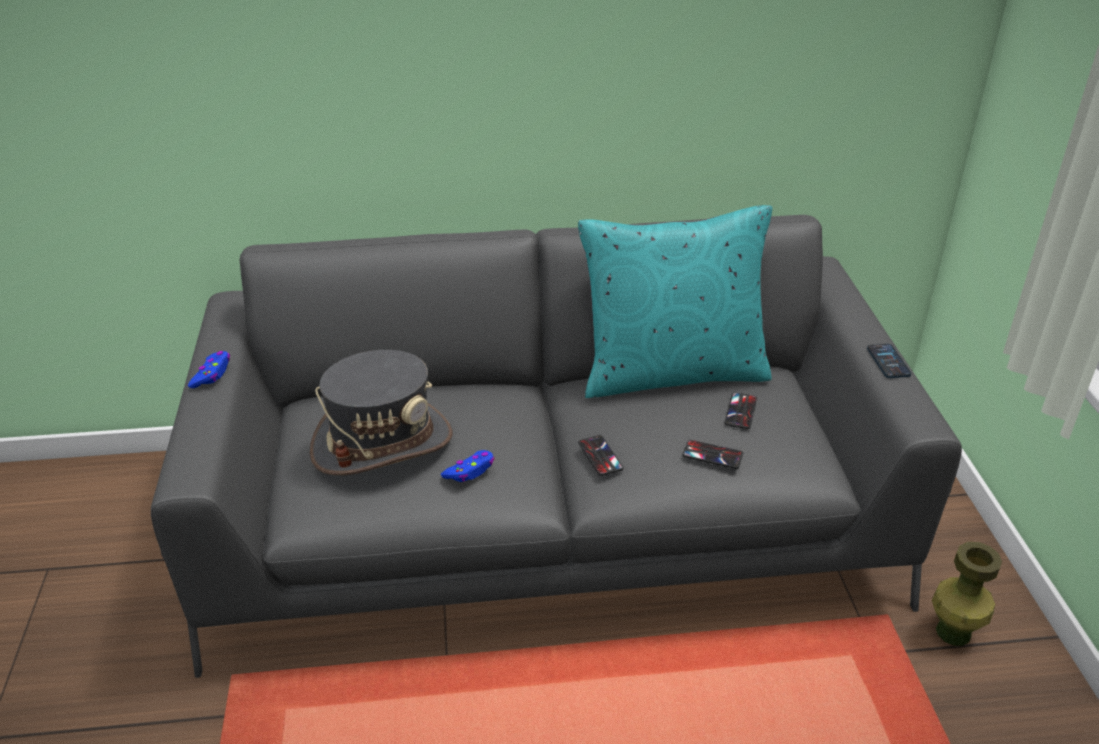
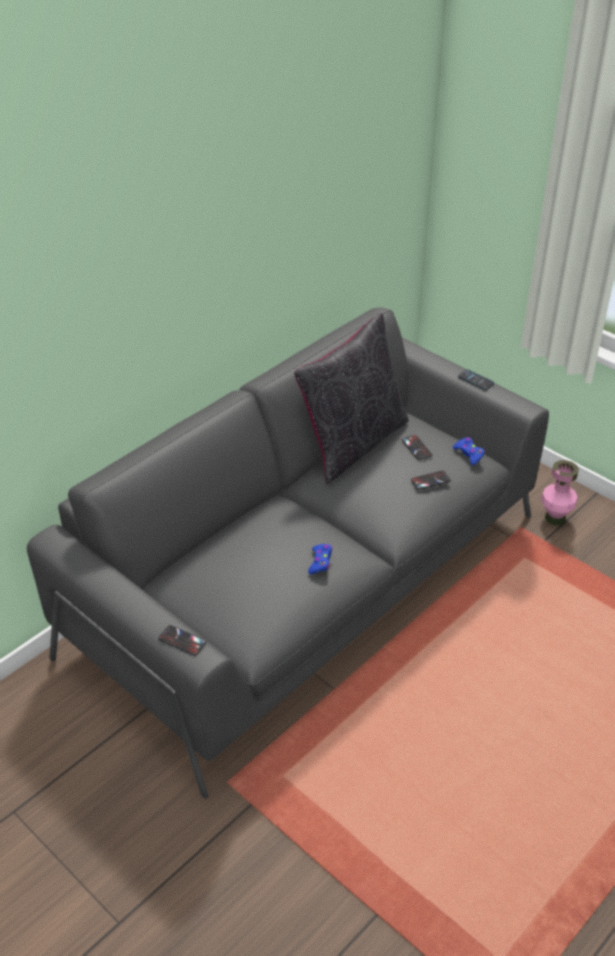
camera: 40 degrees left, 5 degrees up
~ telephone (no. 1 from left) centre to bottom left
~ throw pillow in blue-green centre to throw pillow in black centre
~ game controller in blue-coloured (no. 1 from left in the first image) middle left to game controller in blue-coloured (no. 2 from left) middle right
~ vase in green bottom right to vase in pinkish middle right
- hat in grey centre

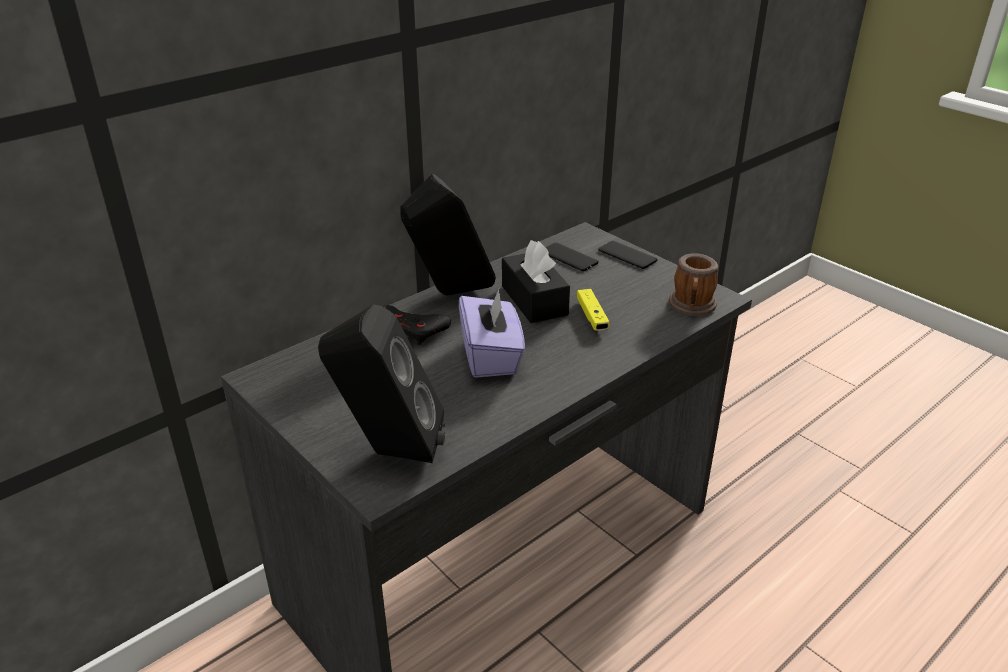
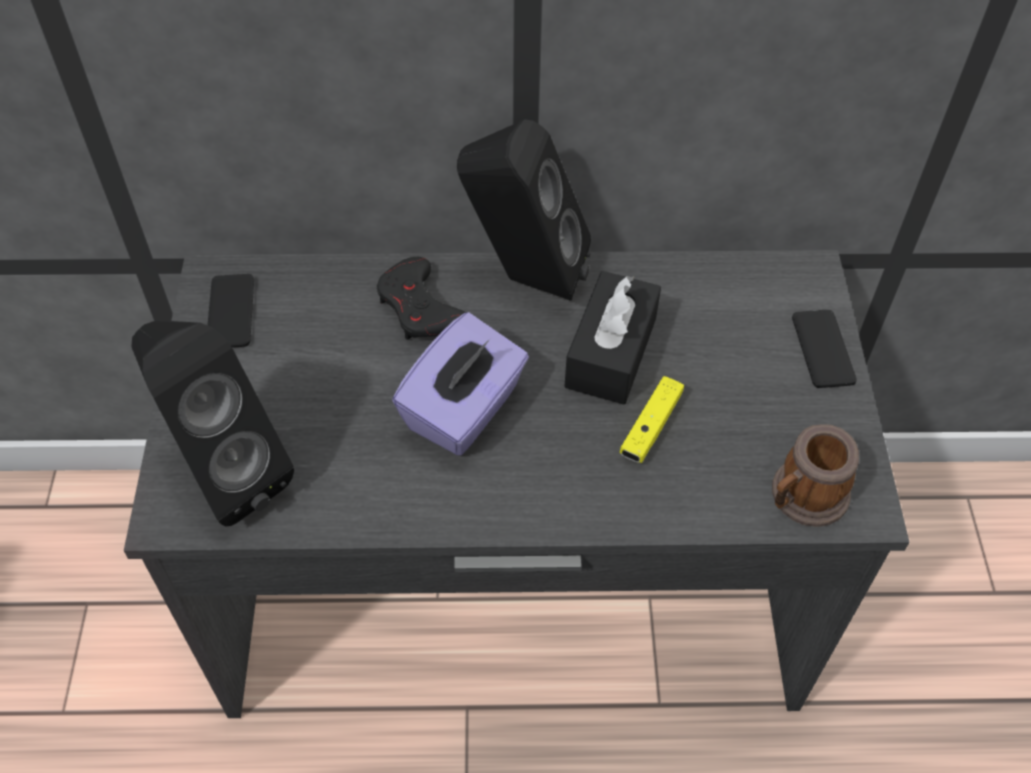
camera: 40 degrees right, 20 degrees up
~ telephone (no. 1 from left) centre to middle left

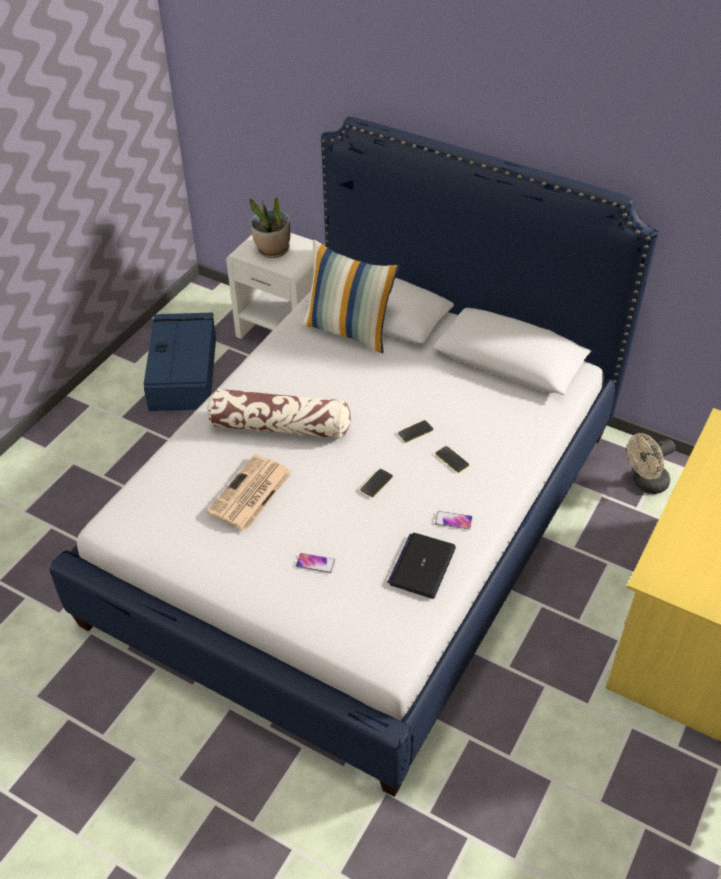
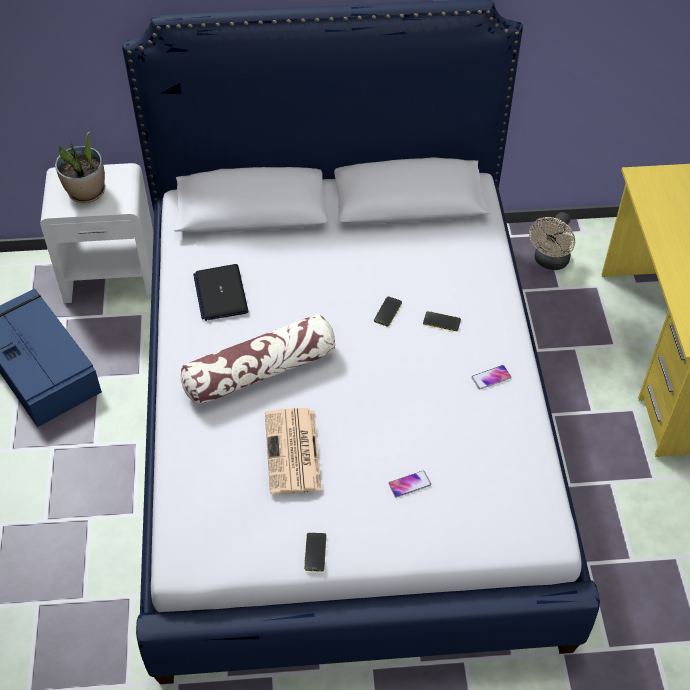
camera: 35 degrees left, 5 degrees up
~ portable computer centre to middle left
~ telephone (no. 2 from left in the first image) centre to telephone (no. 1 from left) bottom centre
- throw pillow (no. 2 from left) centre

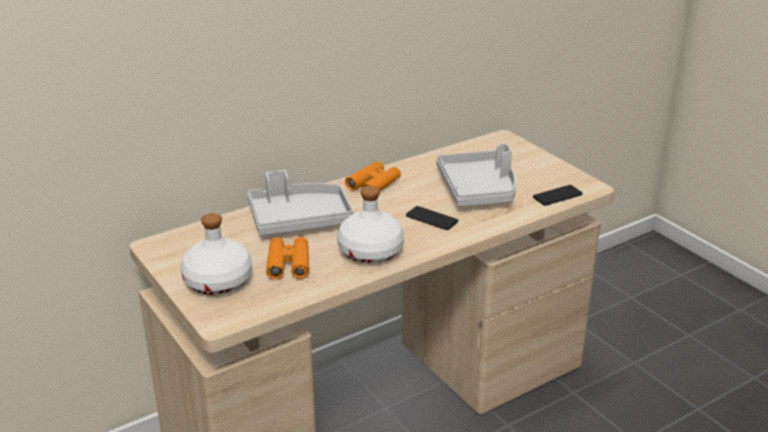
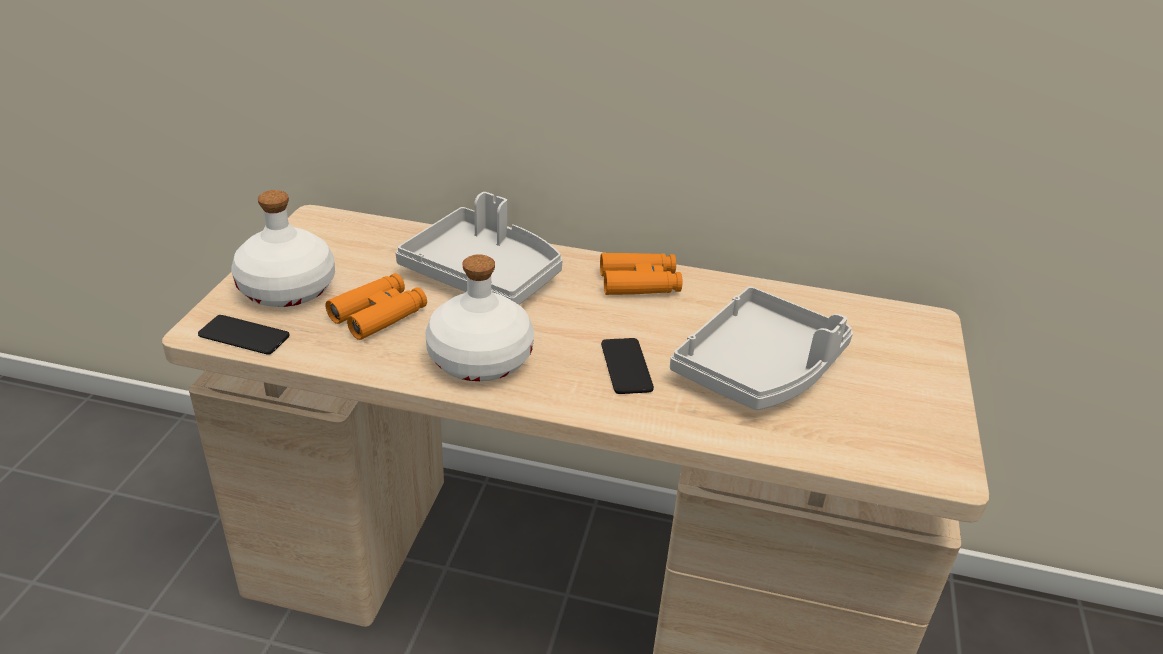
camera: 45 degrees right, 5 degrees up
~ telephone (no. 2 from left in the first image) middle right to telephone (no. 1 from left) middle left

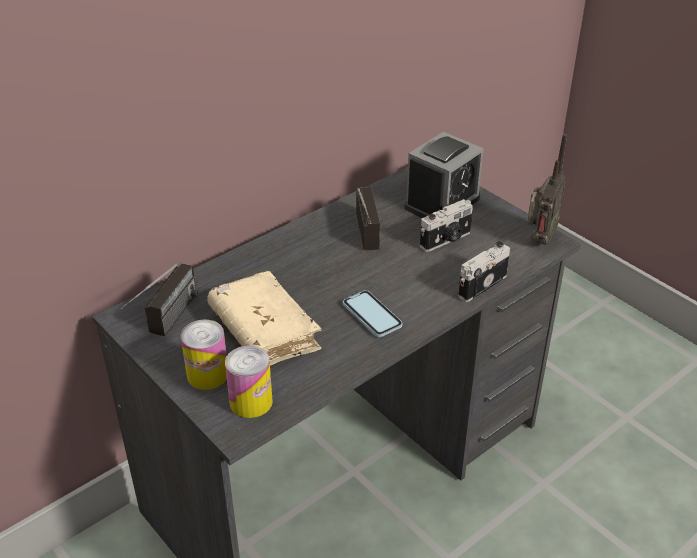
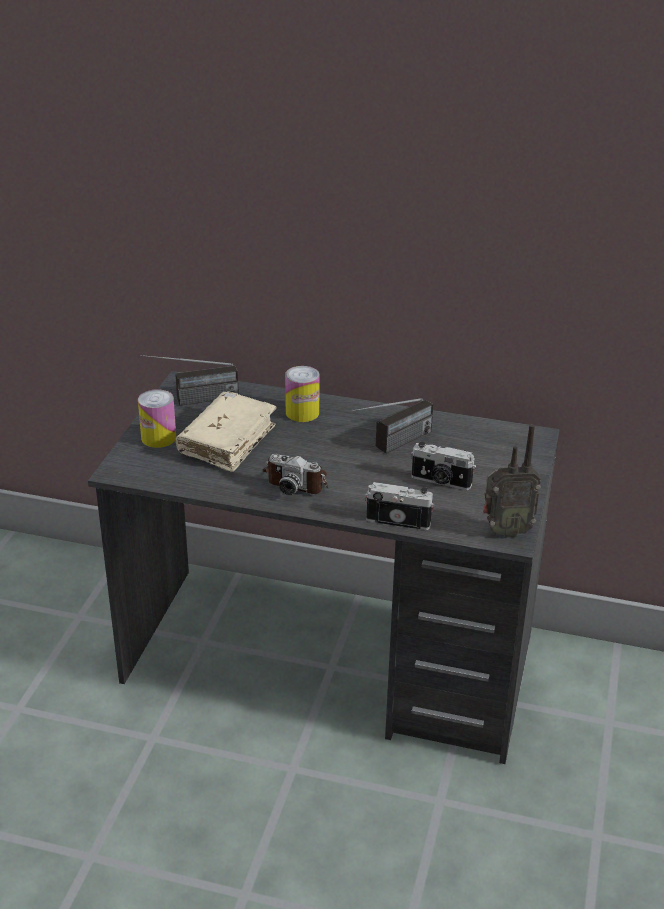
camera: 55 degrees right, 5 degrees down
~ telephone centre to photo camera (no. 1 from left) centre
~ can (no. 2 from left) bottom centre to centre
- table clock top centre

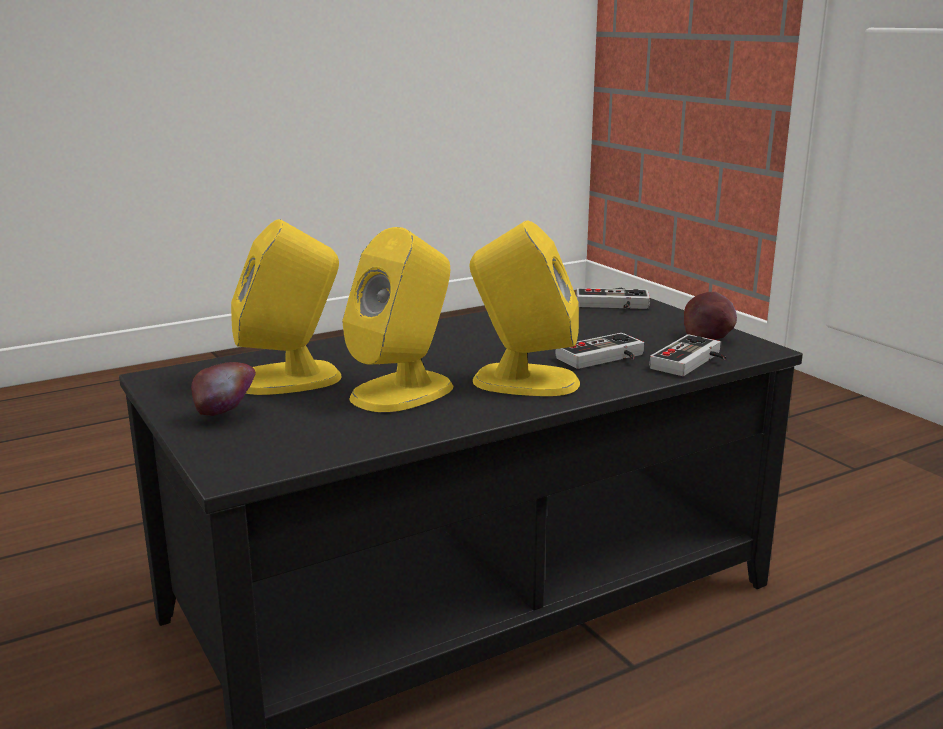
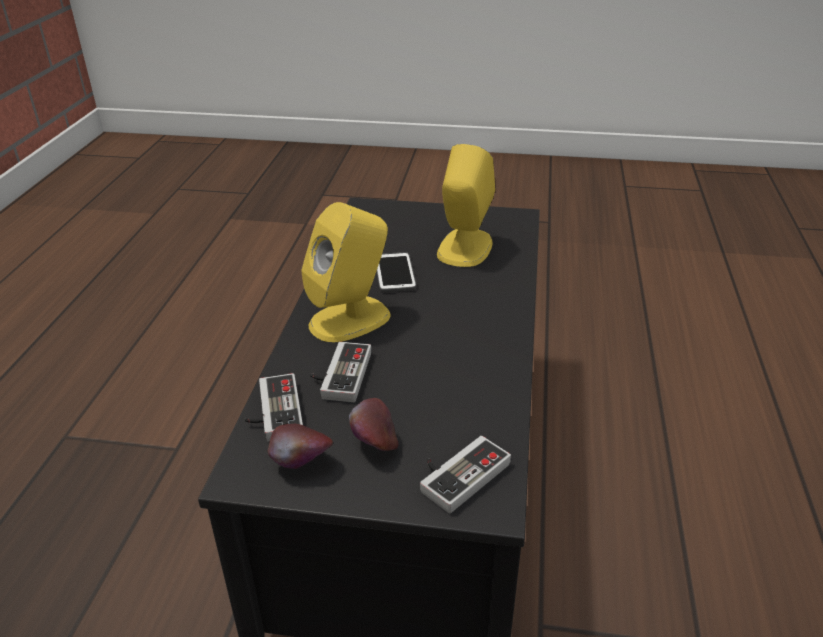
camera: 130 degrees right, 15 degrees up
~ apple (no. 1 from left in the first image) middle left to apple (no. 2 from left) centre
~ audio speaker in yellow-coloured (no. 2 from left) centre to telephone centre

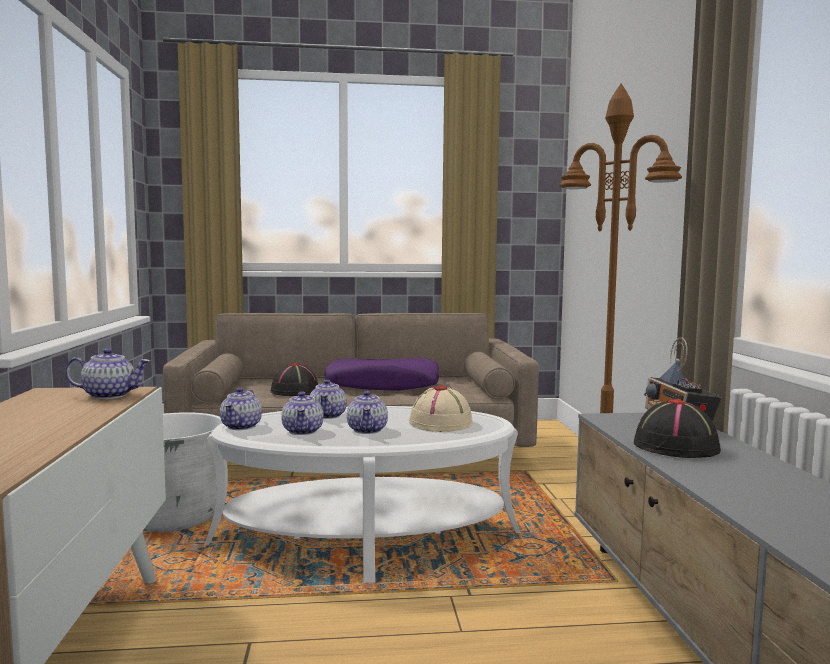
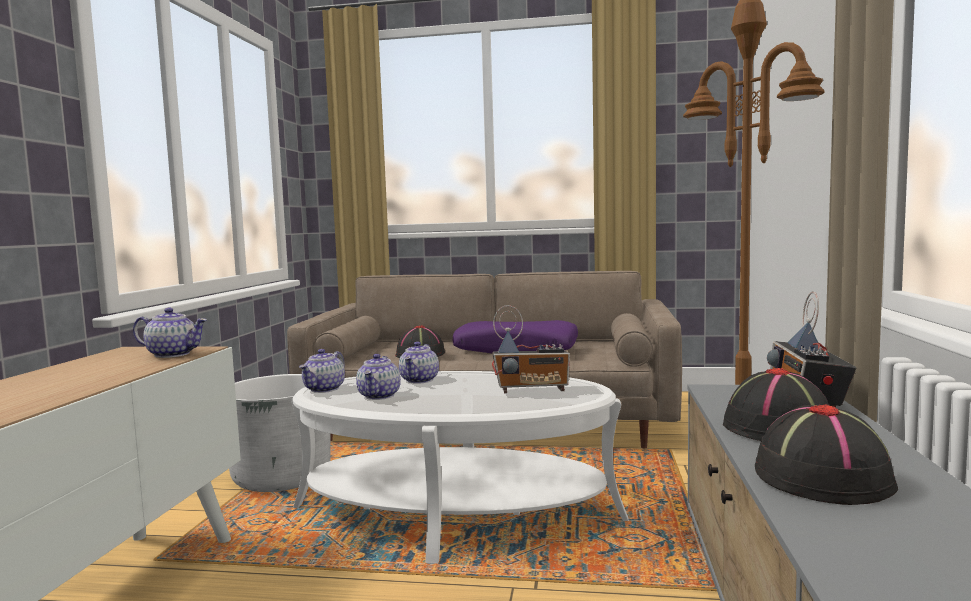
camera: 15 degrees right, 0 degrees up
~ hat in sand-coloured centre to radio set (no. 1 from left) centre
+ hat in black (no. 3 from left) bottom right
- tea pot (no. 5 from left) centre

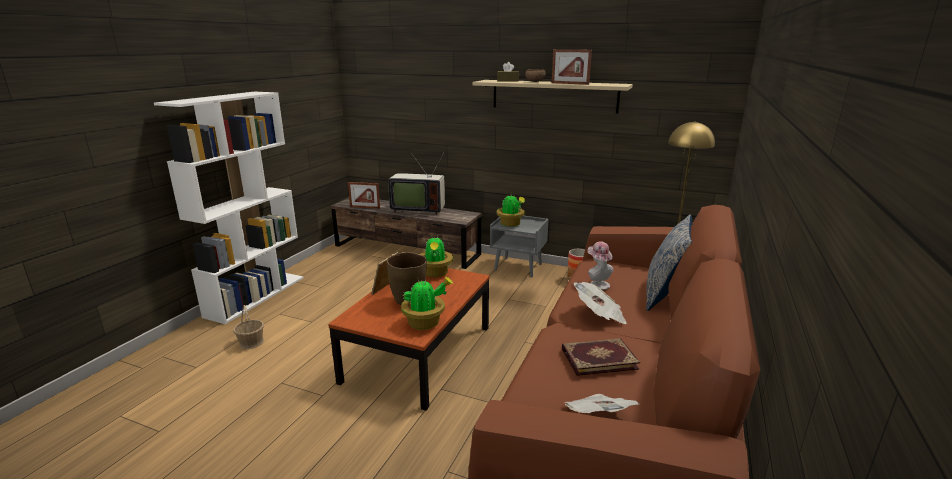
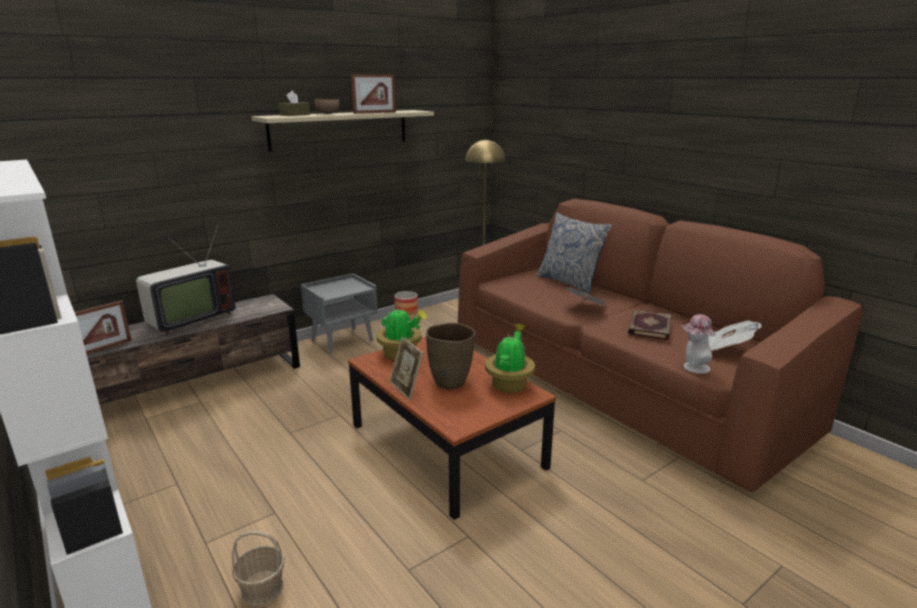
camera: 60 degrees left, 0 degrees up
~ hat centre to middle right
- plant in a pot (no. 3 from left) centre

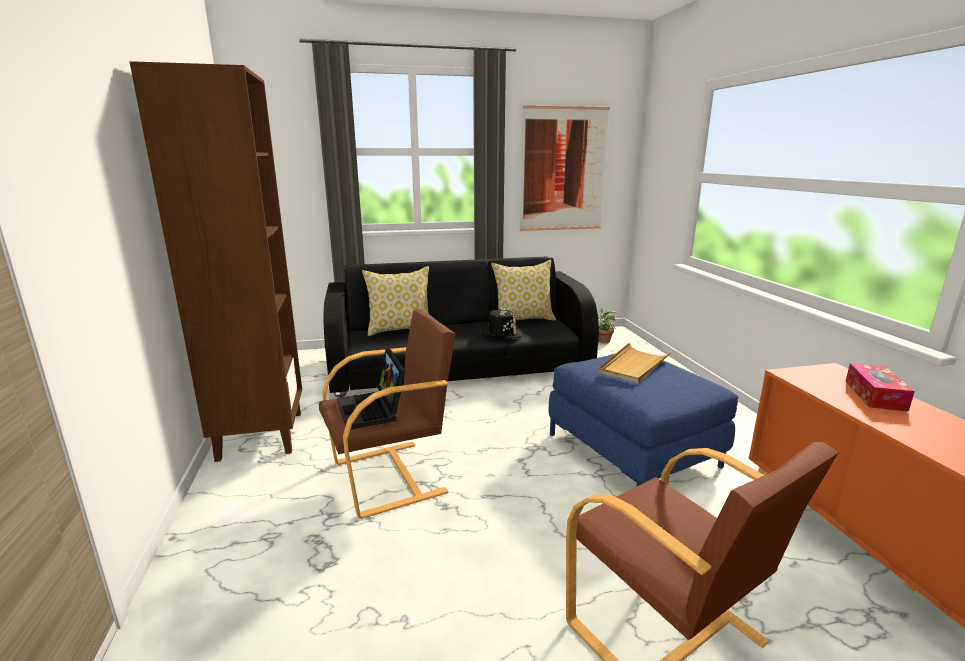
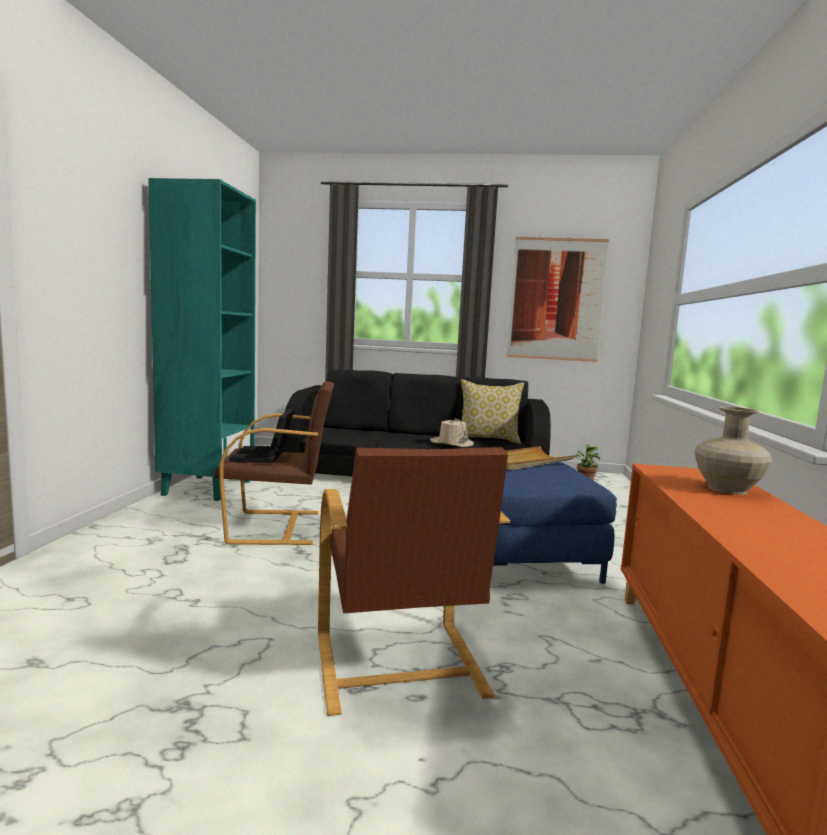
camera: 20 degrees right, 10 degrees down
~ bookshelf in brown middle left to bookshelf in blue-green middle left
~ hat in black centre to hat in sand-coloured centre
~ tissue holder middle right to vase in sand-coloured middle right
- throw pillow (no. 1 from left) centre

